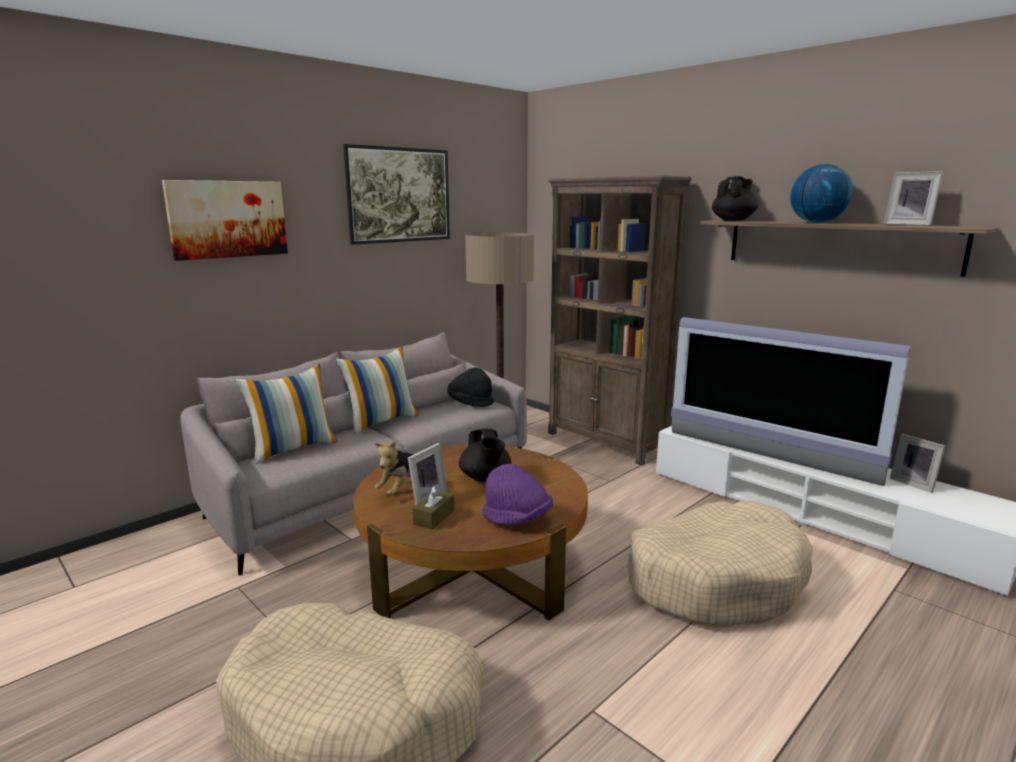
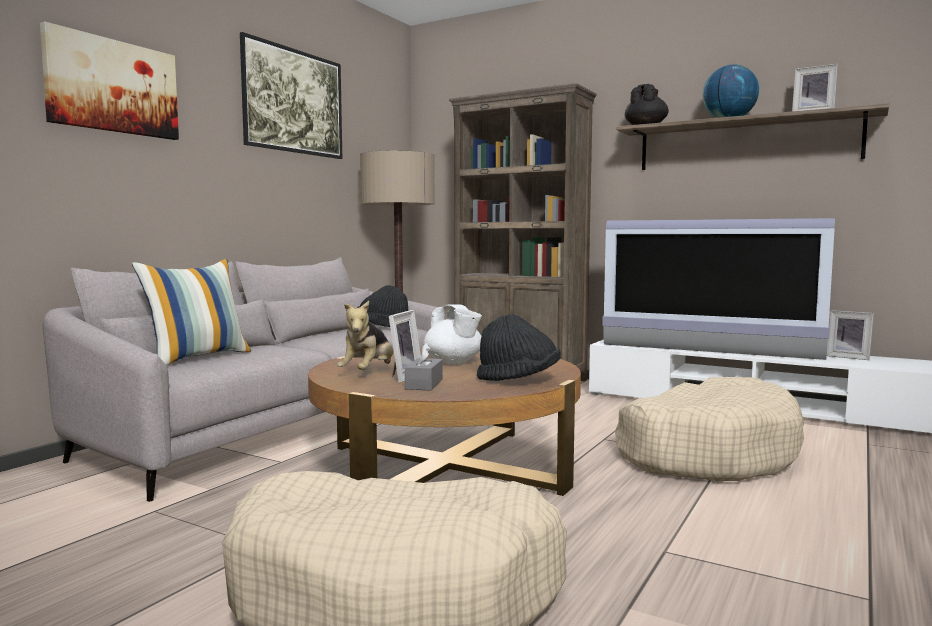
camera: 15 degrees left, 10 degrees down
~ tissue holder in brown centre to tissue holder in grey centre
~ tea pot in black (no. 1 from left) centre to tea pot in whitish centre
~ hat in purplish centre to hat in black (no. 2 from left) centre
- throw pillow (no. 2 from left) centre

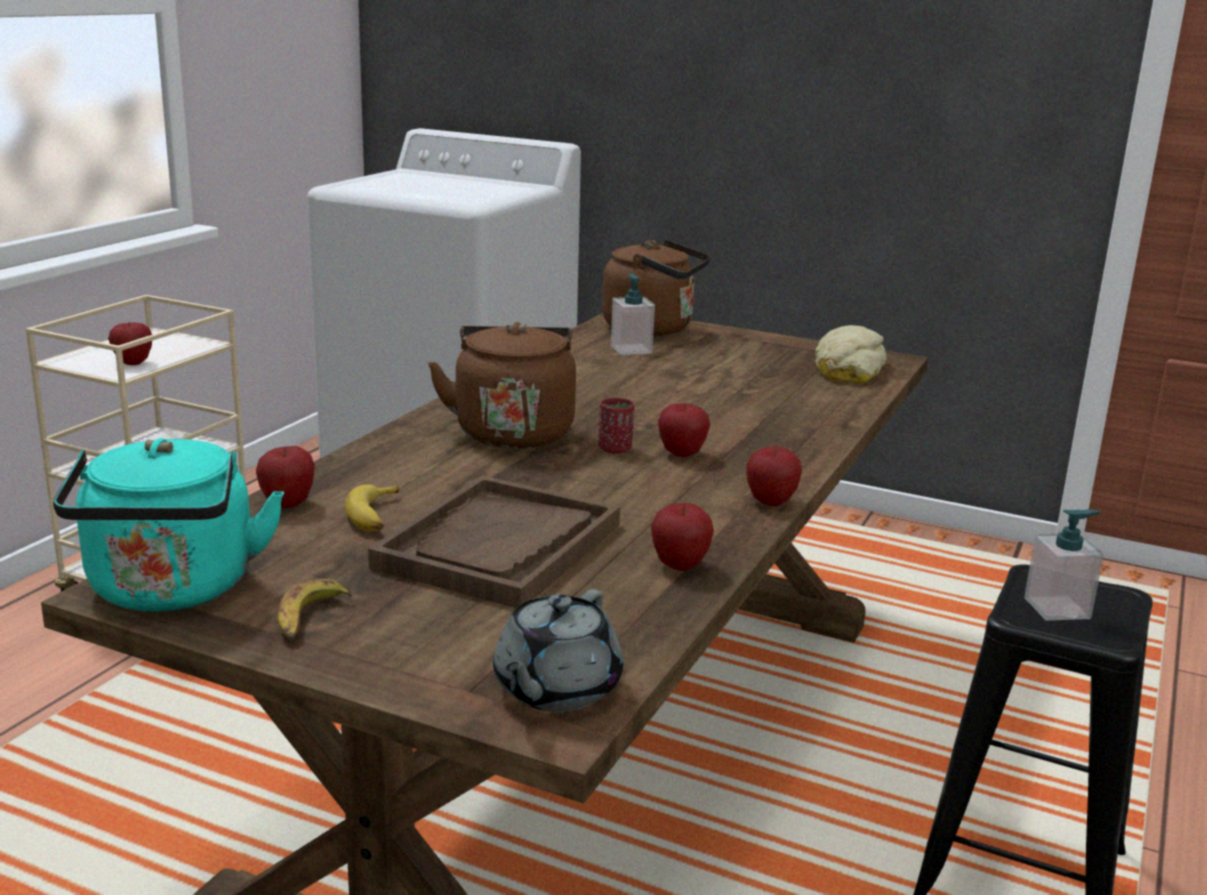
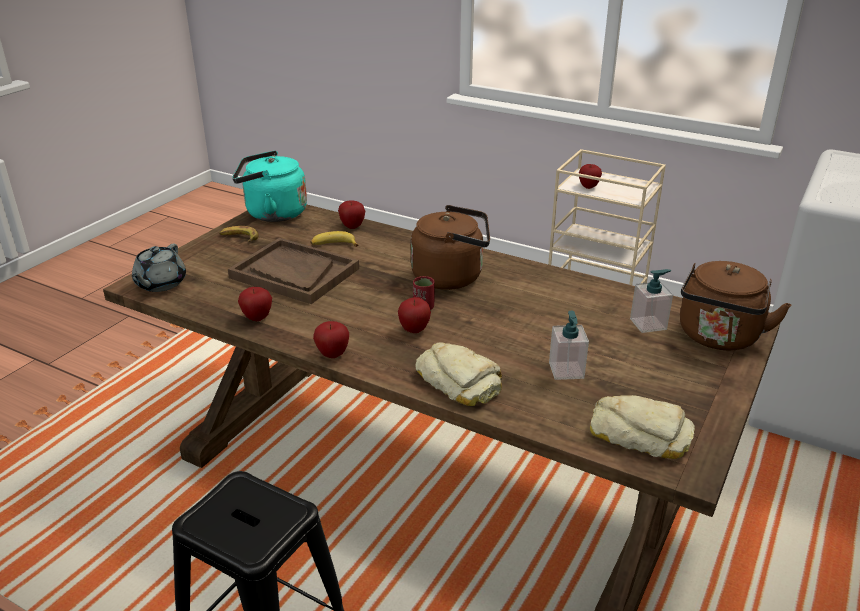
camera: 95 degrees right, 10 degrees up
~ tea pot in grey bottom centre = middle left 105 degrees counterclockwise
+ bread (no. 1 from left) centre
~ soap dispenser (no. 2 from left in the first image) middle right to soap dispenser (no. 1 from left) centre

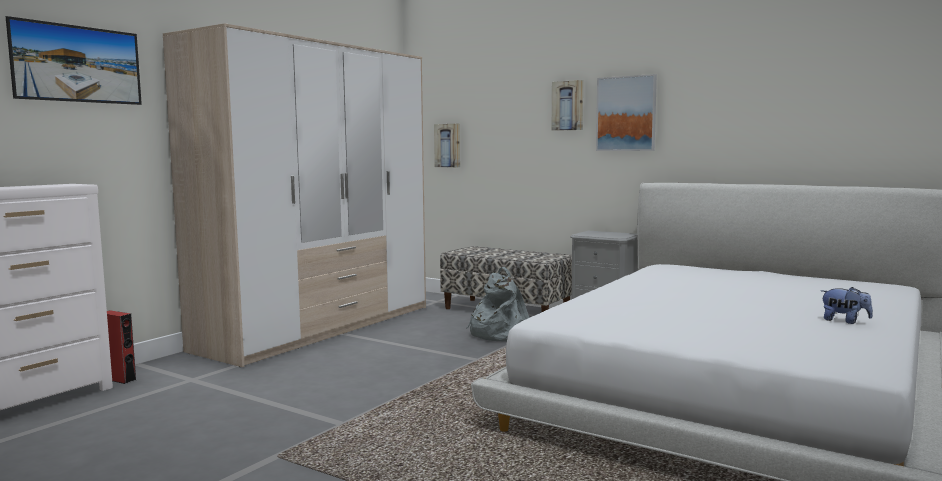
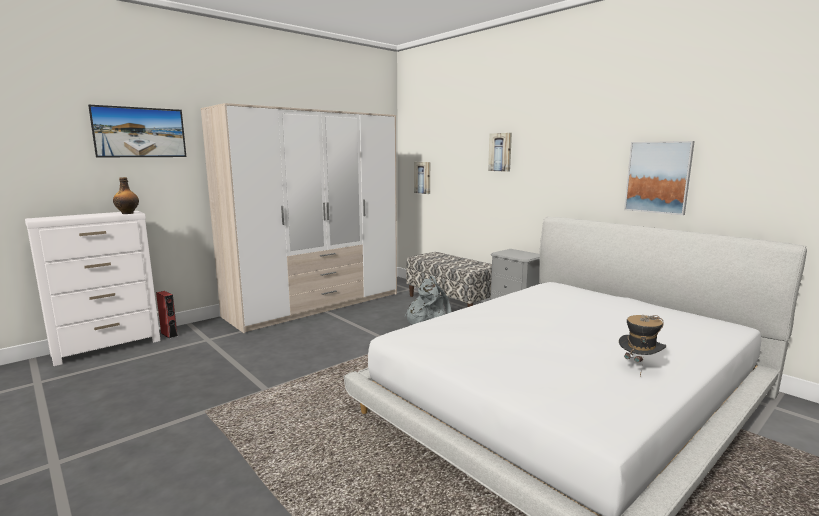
camera: 15 degrees right, 5 degrees up
+ beverage bottle middle left
~ soft toy middle right to hat bottom right
~ wall art (no. 4 from left) top centre to middle right

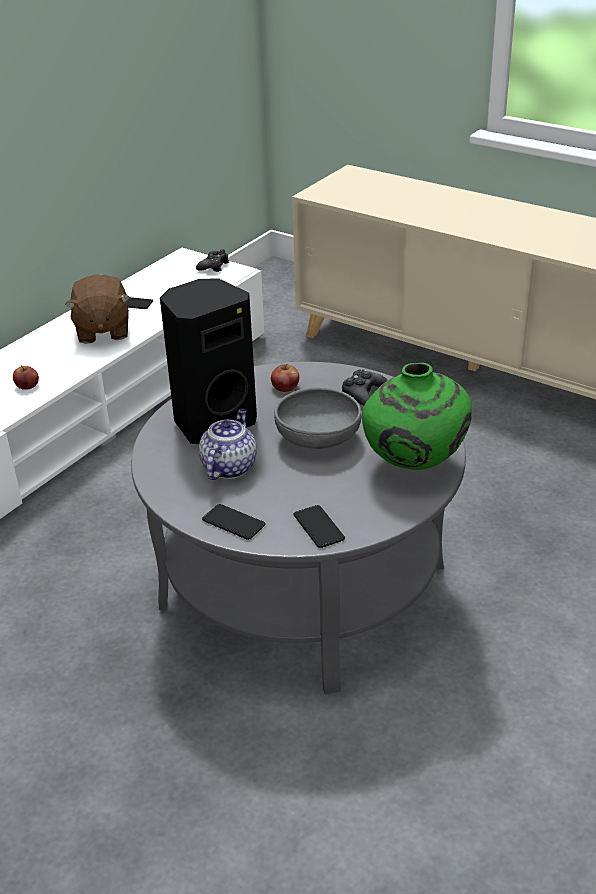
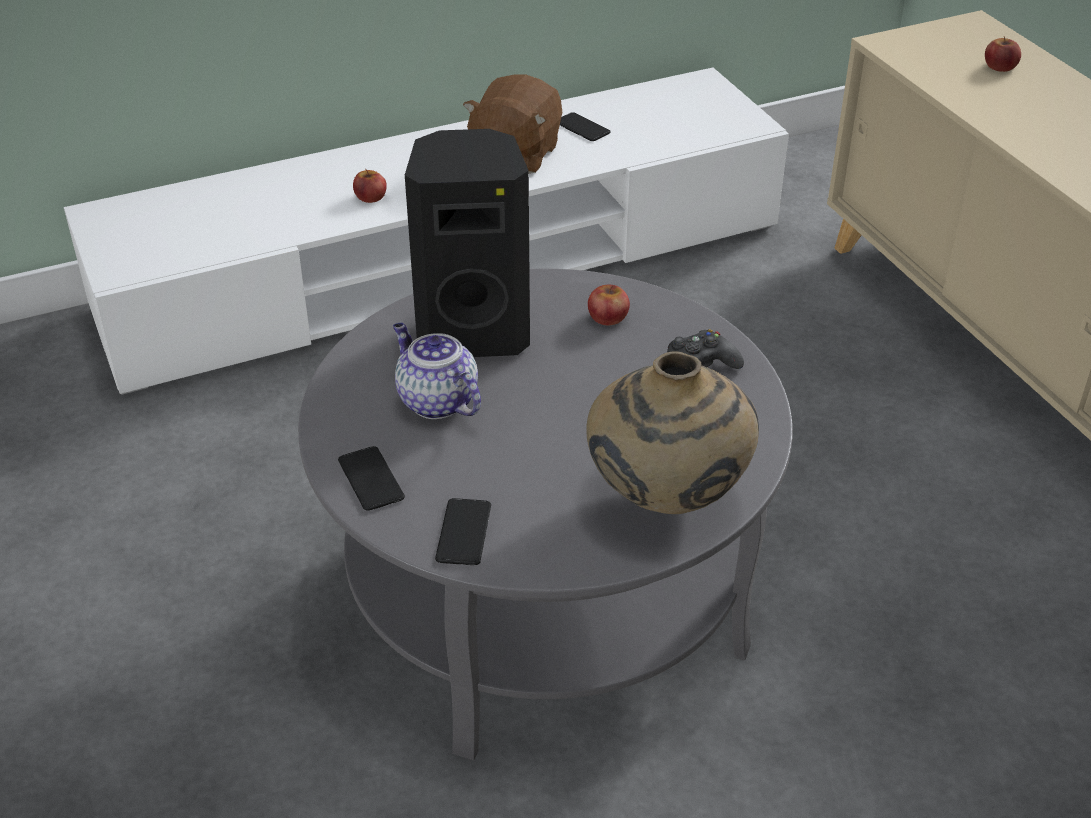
camera: 30 degrees right, 5 degrees up
~ tea pot centre = centre 90 degrees counterclockwise
~ vase in green middle right to vase in sand-coloured centre
+ apple (no. 3 from left) top right
- game controller in black (no. 1 from left) top centre
- deep dish in grey centre

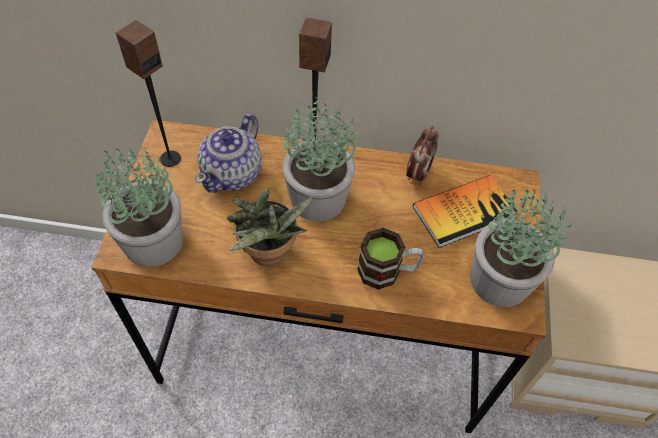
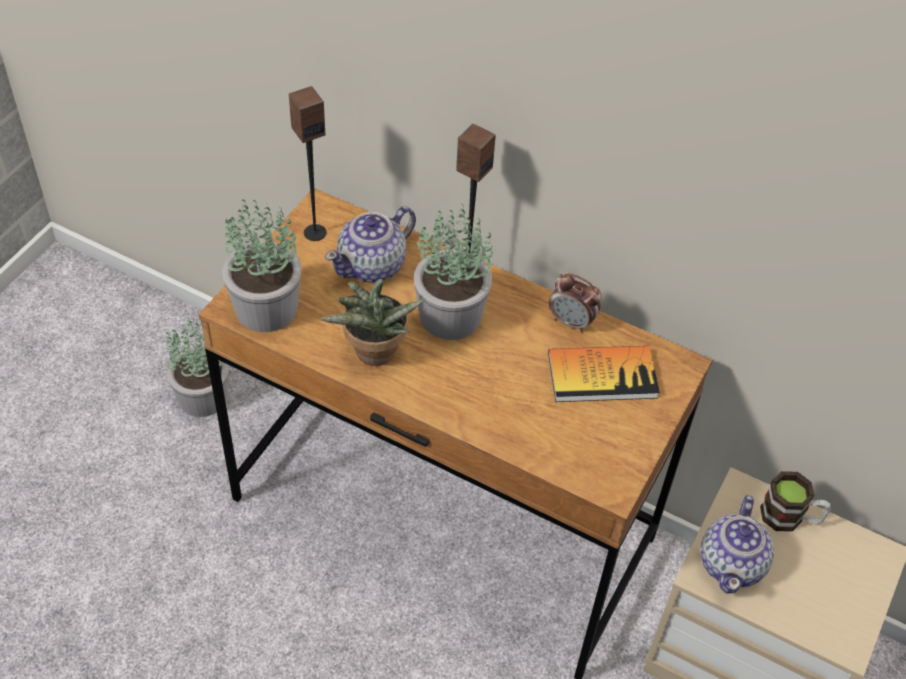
camera: 20 degrees right, 5 degrees down
~ plant in a pot (no. 4 from left in the first image) middle right to plant in a pot (no. 1 from left) middle left
~ table clock centre = centre 75 degrees clockwise
+ tea pot (no. 2 from left) bottom right
~ tea mug centre to bottom right

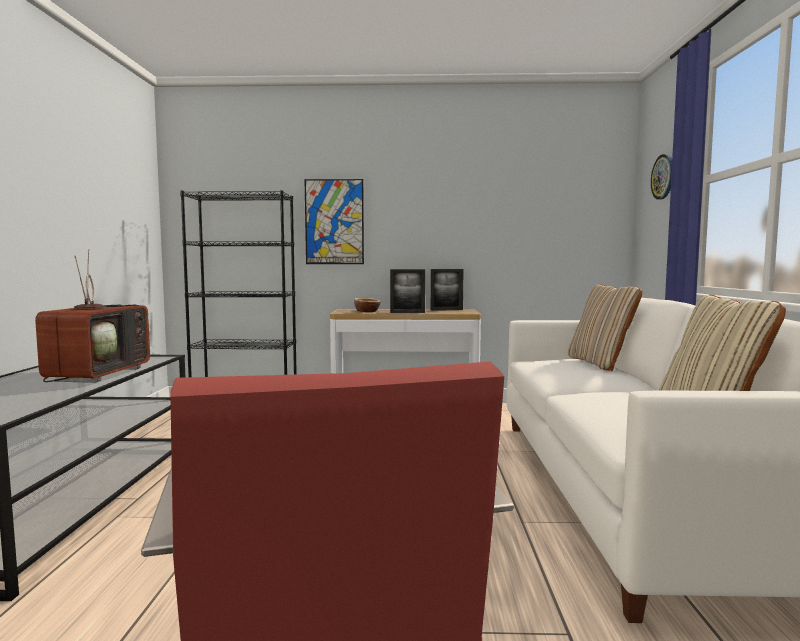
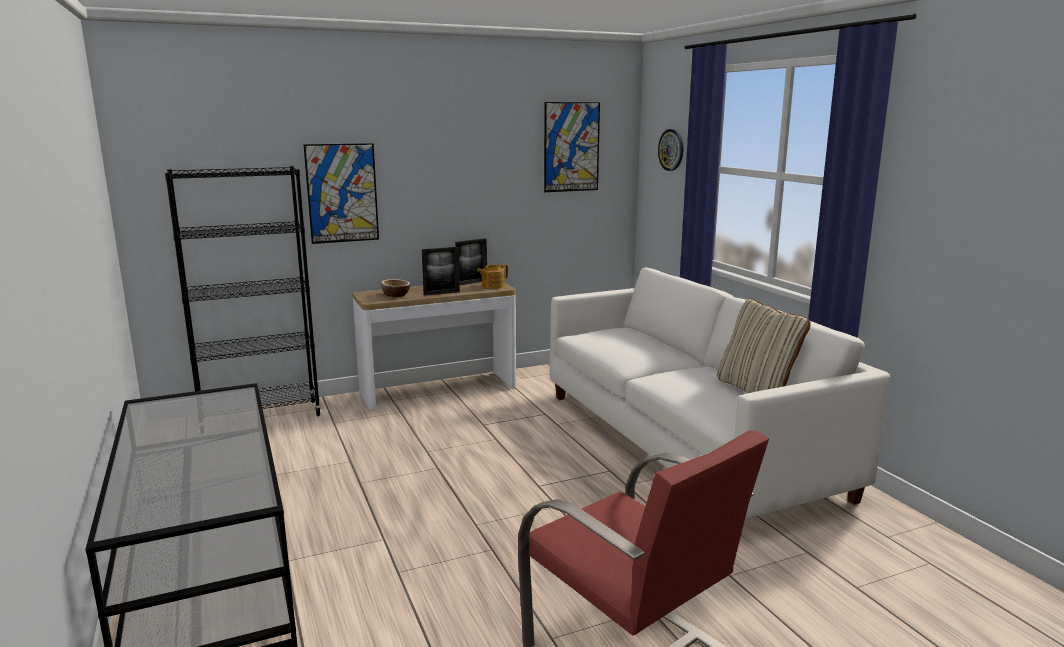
camera: 25 degrees left, 10 degrees up
+ tea pot centre
+ wall art (no. 2 from left) top centre
- television middle left
- throw pillow in sand-coloured (no. 1 from left) middle right

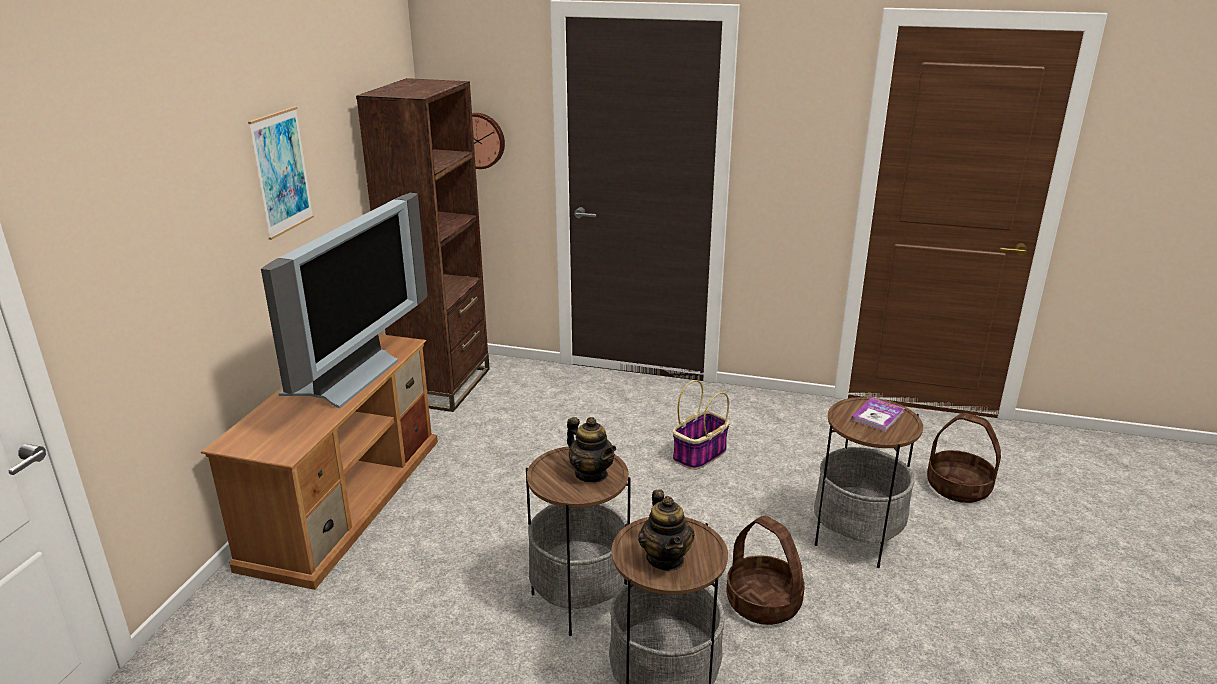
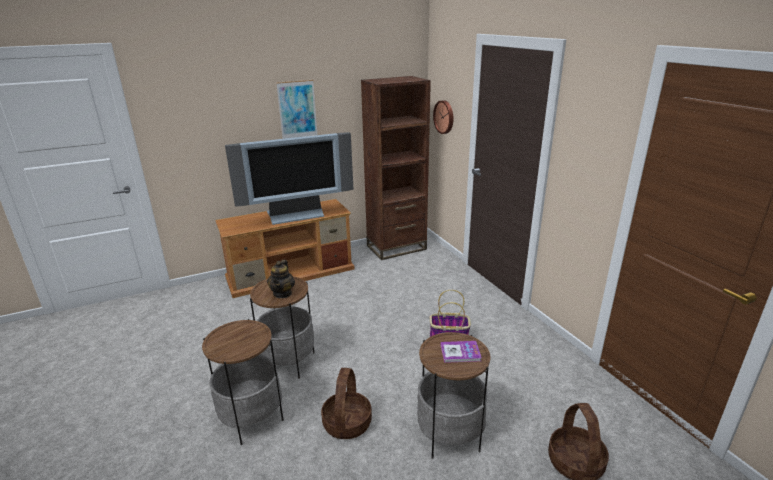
camera: 50 degrees right, 0 degrees up
- tea pot (no. 2 from left) bottom centre

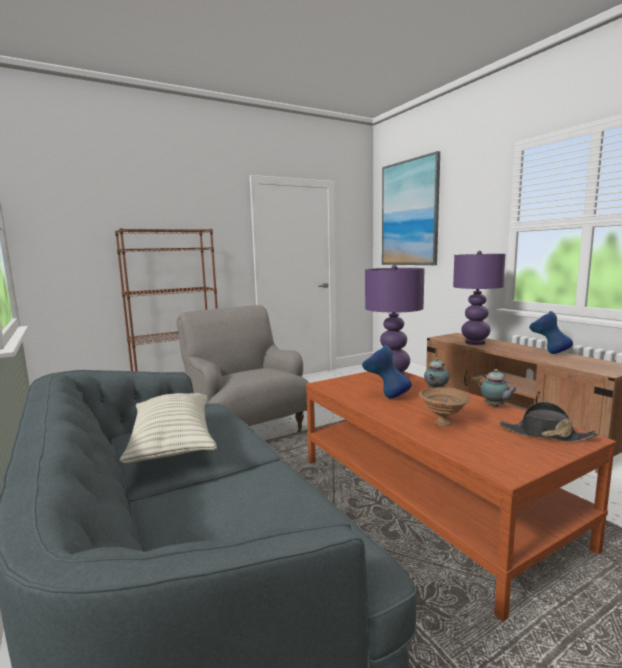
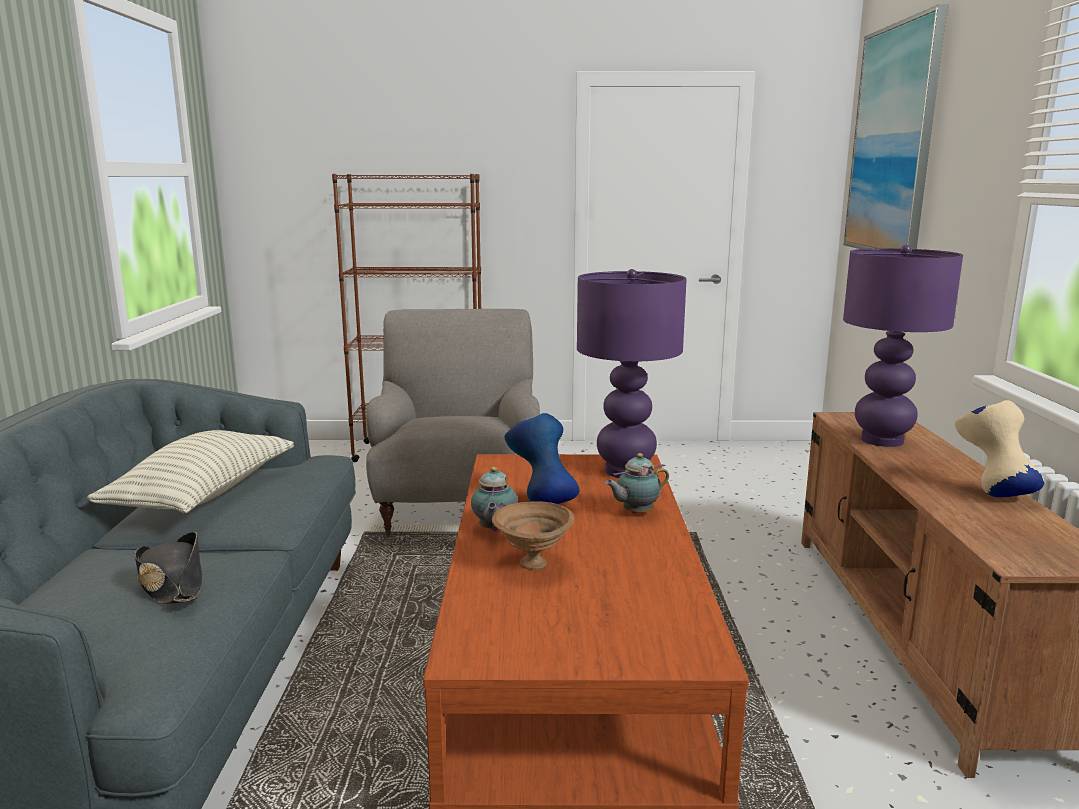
camera: 30 degrees right, 5 degrees up
~ hat in black middle right to bottom left
~ tea pot (no. 2 from left in the first image) middle right to tea pot (no. 1 from left) centre
~ vase in blue-coloured (no. 2 from left) middle right to vase in sand-coloured middle right

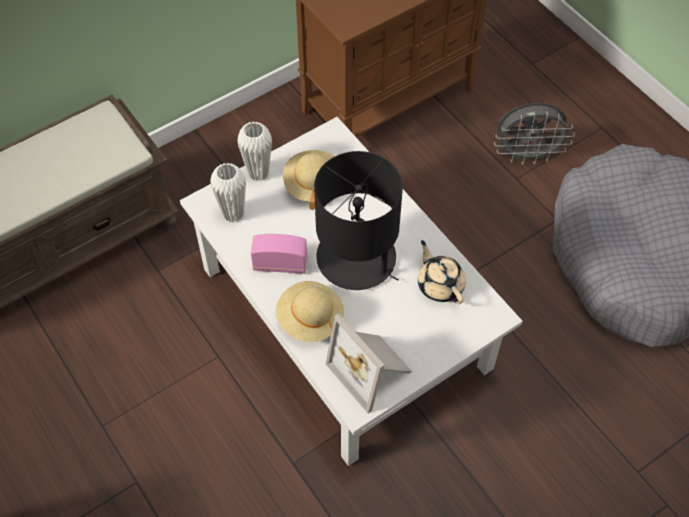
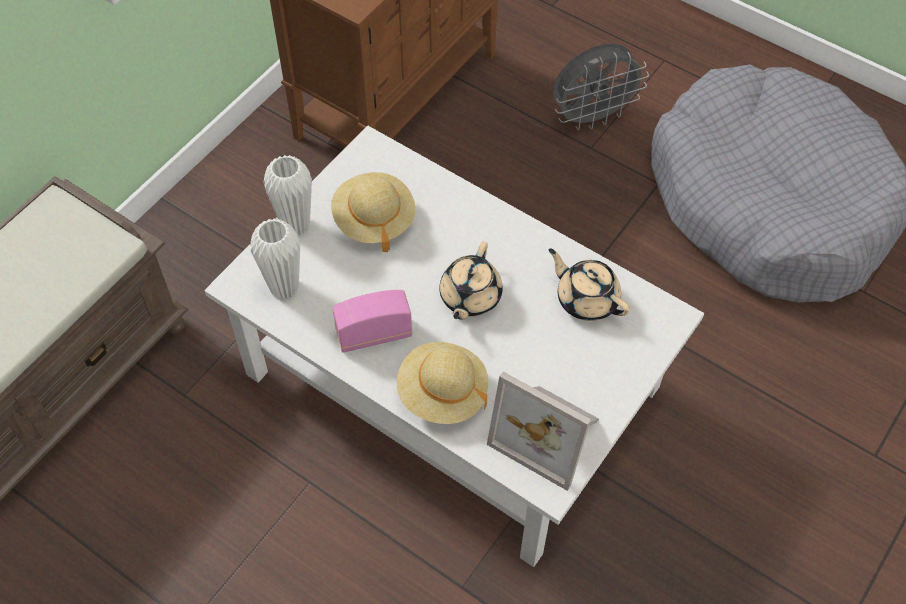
camera: 20 degrees left, 0 degrees up
~ table lamp in black centre to tea pot in sand-coloured (no. 1 from left) centre

